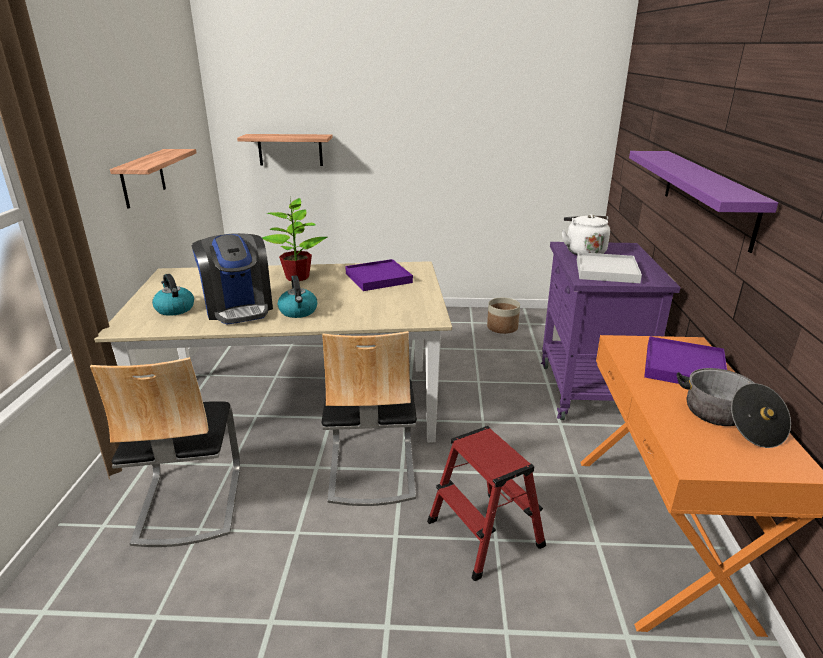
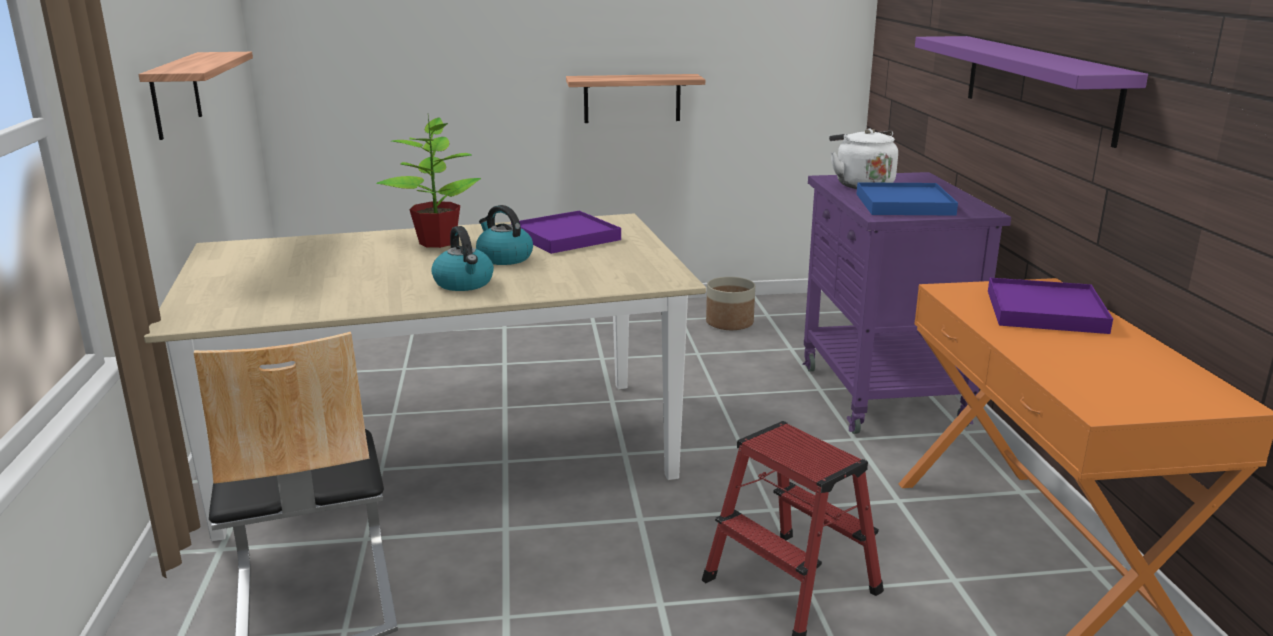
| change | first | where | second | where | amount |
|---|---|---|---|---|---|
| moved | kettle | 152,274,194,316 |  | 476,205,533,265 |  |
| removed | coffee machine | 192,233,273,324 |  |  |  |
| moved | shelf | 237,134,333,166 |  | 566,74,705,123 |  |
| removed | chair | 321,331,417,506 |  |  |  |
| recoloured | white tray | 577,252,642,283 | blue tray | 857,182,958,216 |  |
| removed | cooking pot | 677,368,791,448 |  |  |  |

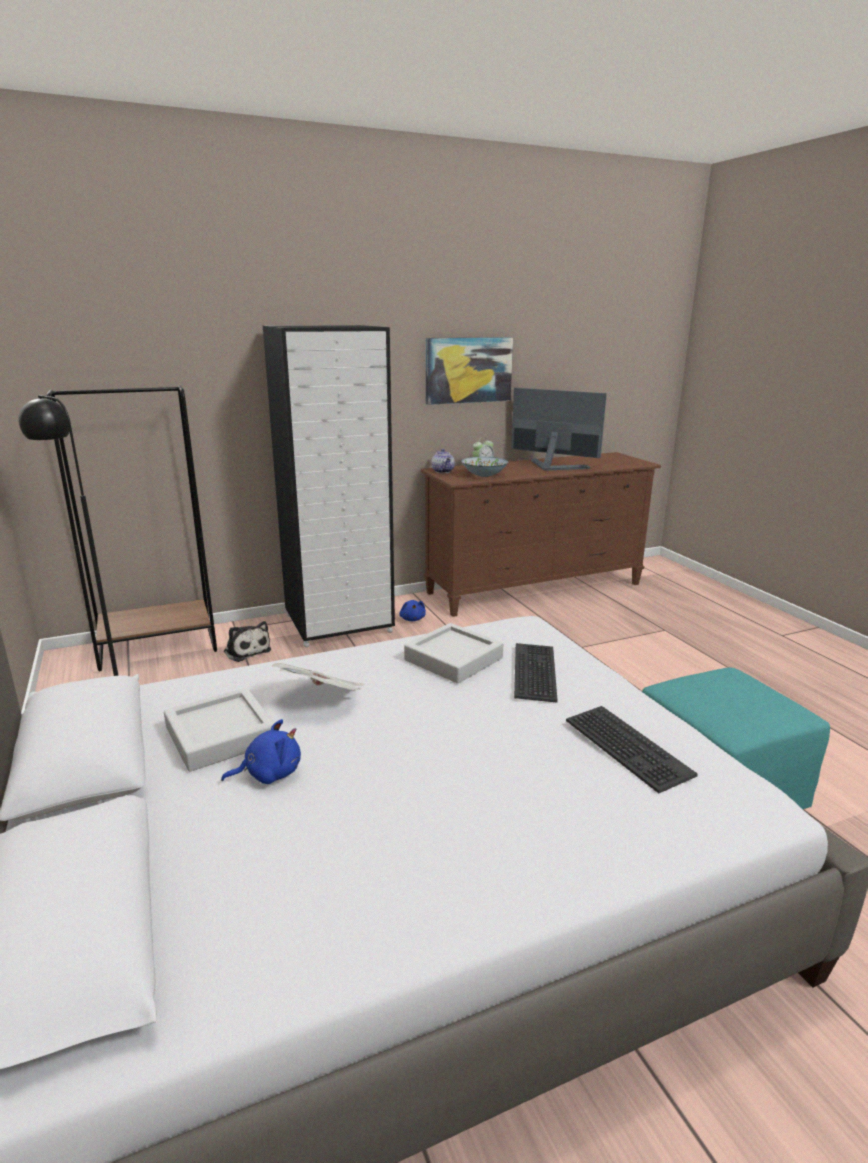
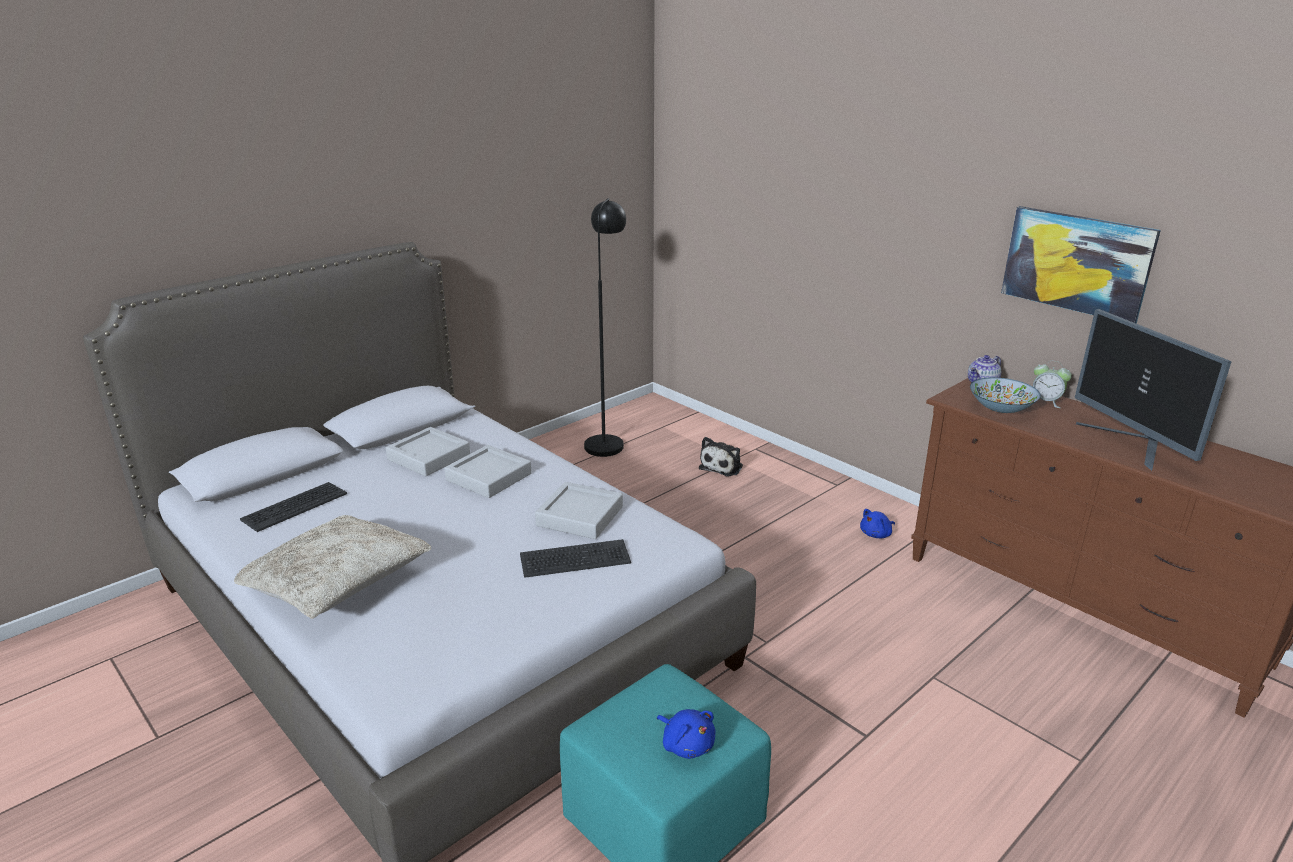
| change | first | where | second | where | amount |
|---|---|---|---|---|---|
| removed | clothes rack | 46,386,217,672 |  |  |  |
| moved | blue plush toy | 221,719,301,784 |  | 657,709,715,759 |  |
| removed | wardrobe | 263,325,395,647 |  |  |  |
| replaced | newspaper | 272,663,365,691 | grey tray | 444,445,531,498 |  |
| turned | monitor | 511,388,607,471 |  | 1075,309,1231,471 | 150 degrees clockwise |
| moved | keyboard | 566,706,698,793 |  | 240,482,347,532 |  |
| added |  |  | beige pillow | 234,515,431,619 |  |

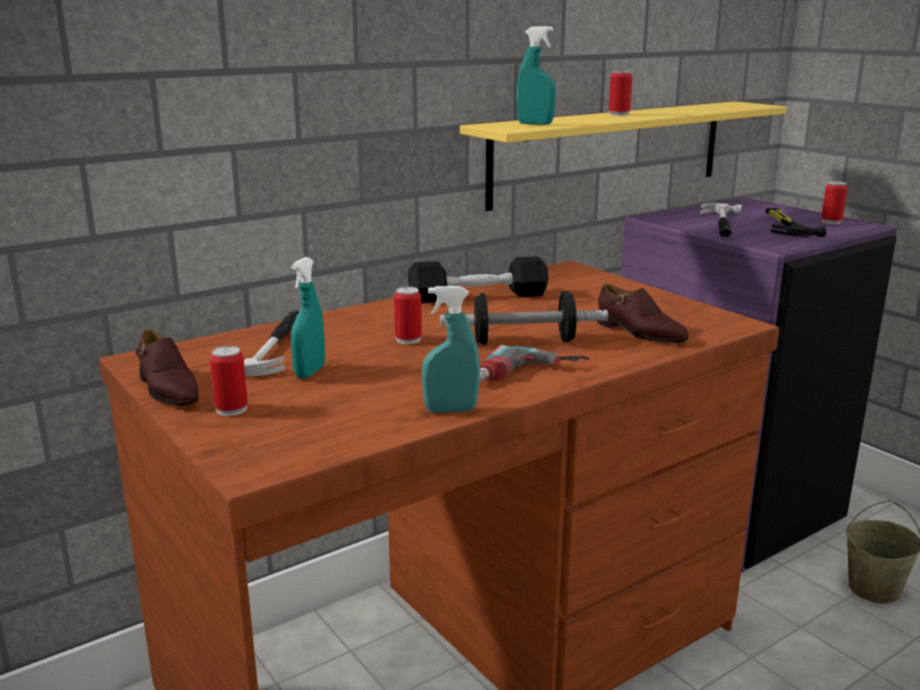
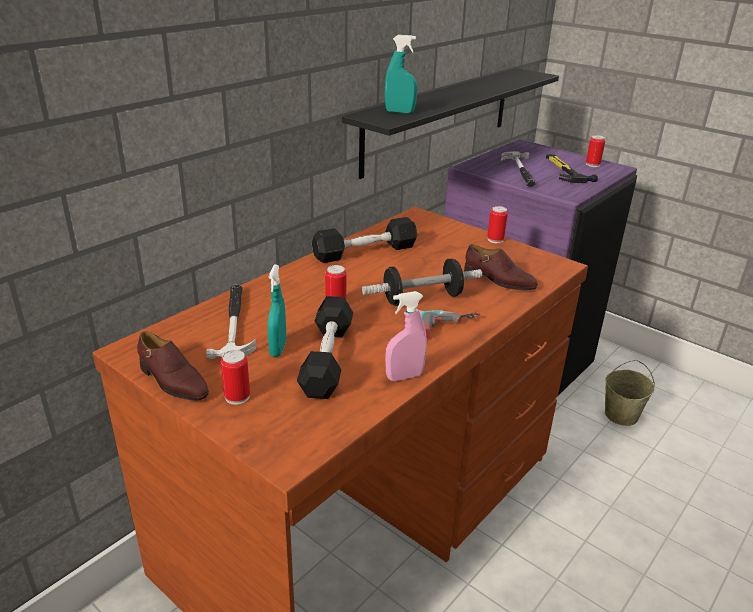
| change | first | where | second | where | amount |
|---|---|---|---|---|---|
| recoloured | turquoise spray bottle | 422,286,480,413 | pink spray bottle | 385,291,427,381 |  |
| recoloured | yellow shelf | 460,101,787,211 | black shelf | 342,68,559,179 |  |
| moved | can | 609,71,632,116 |  | 487,206,508,244 |  |
| added |  |  | black dumbbell | 297,296,353,399 |  |

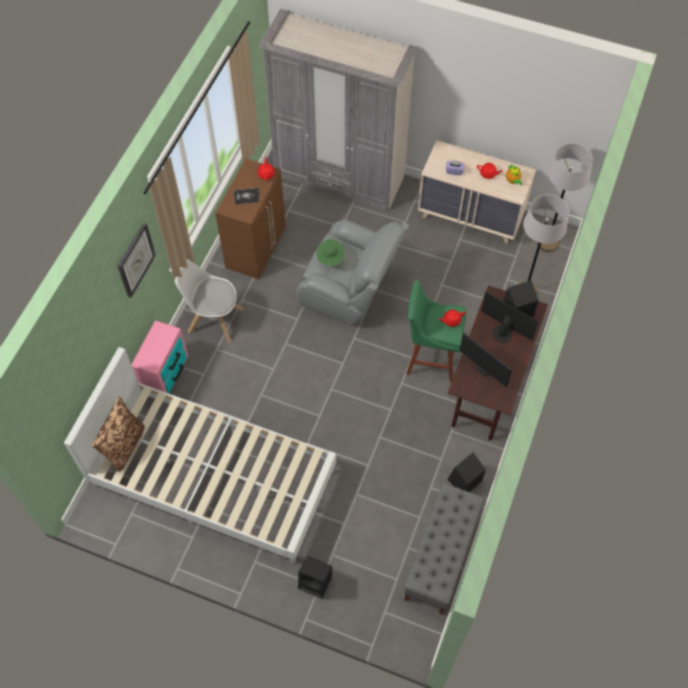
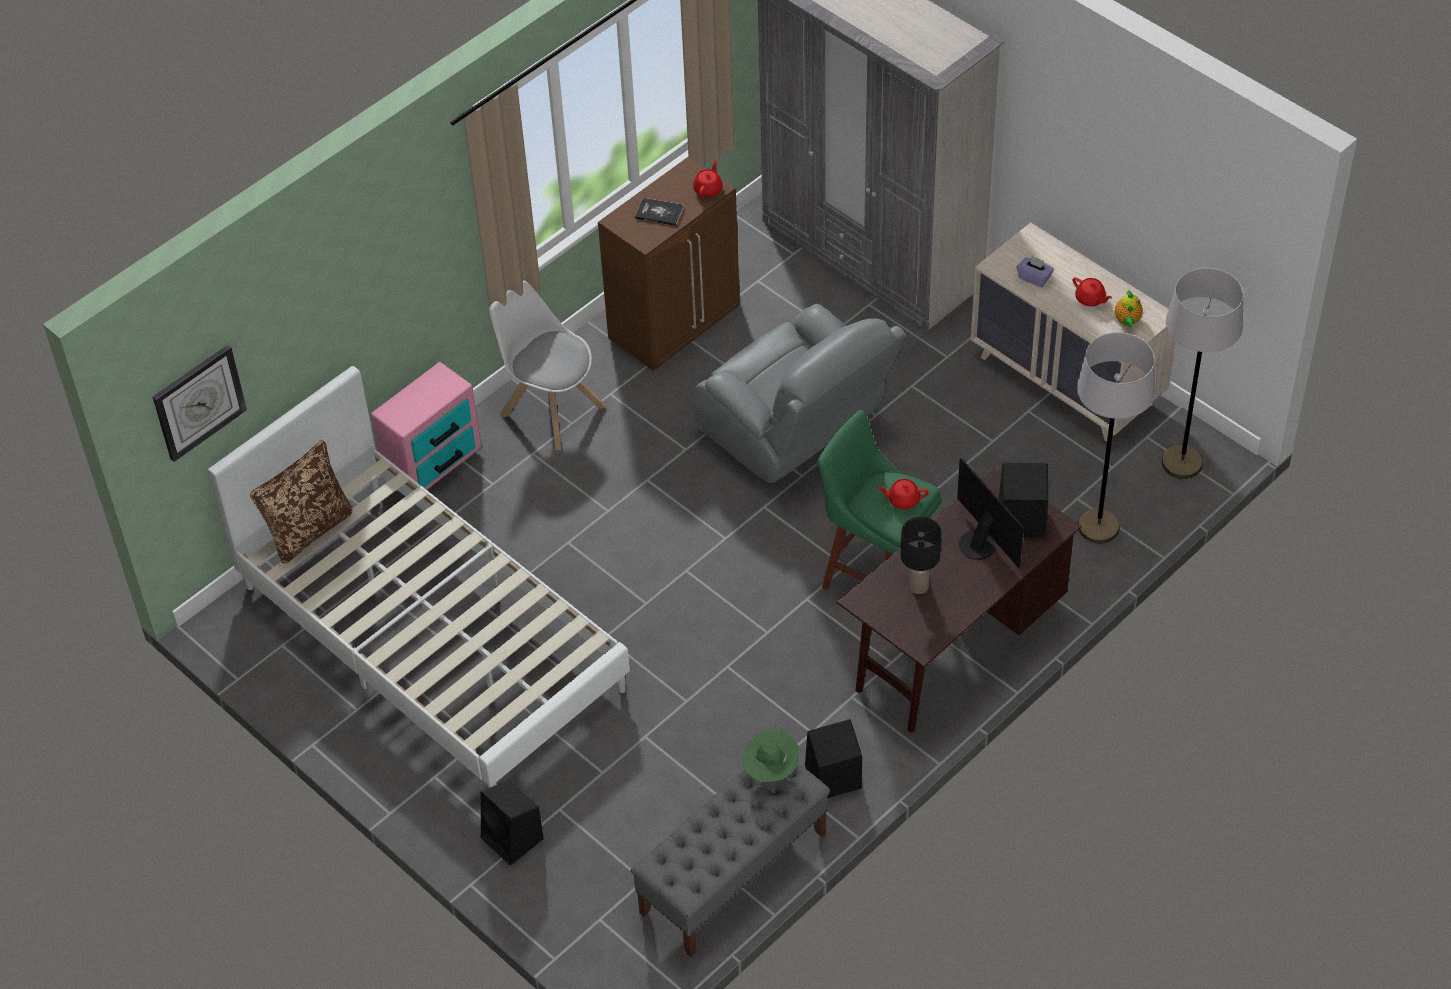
| change | first | where | second | where | amount |
|---|---|---|---|---|---|
| moved | wall clock | 118,223,156,298 |  | 153,345,247,462 |  |
| moved | green hat | 316,239,345,266 |  | 742,729,799,782 |  |
| replaced | monitor | 460,332,512,387 | black table lamp | 901,517,941,594 |  |

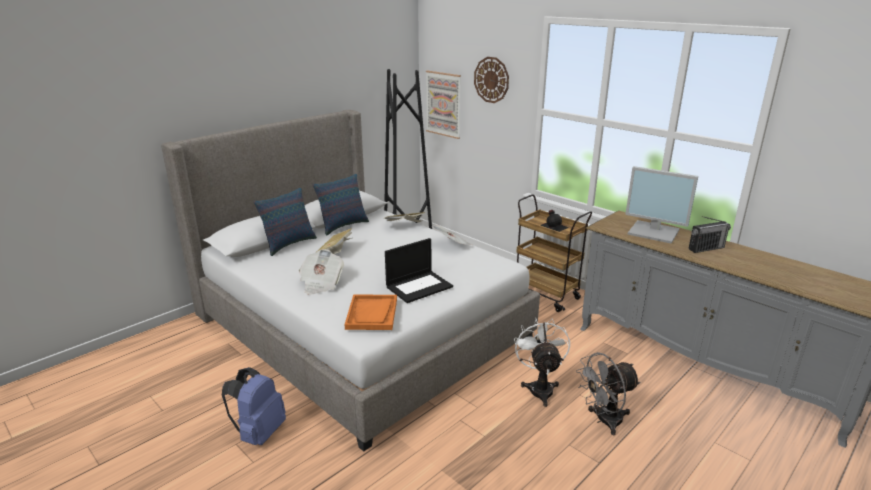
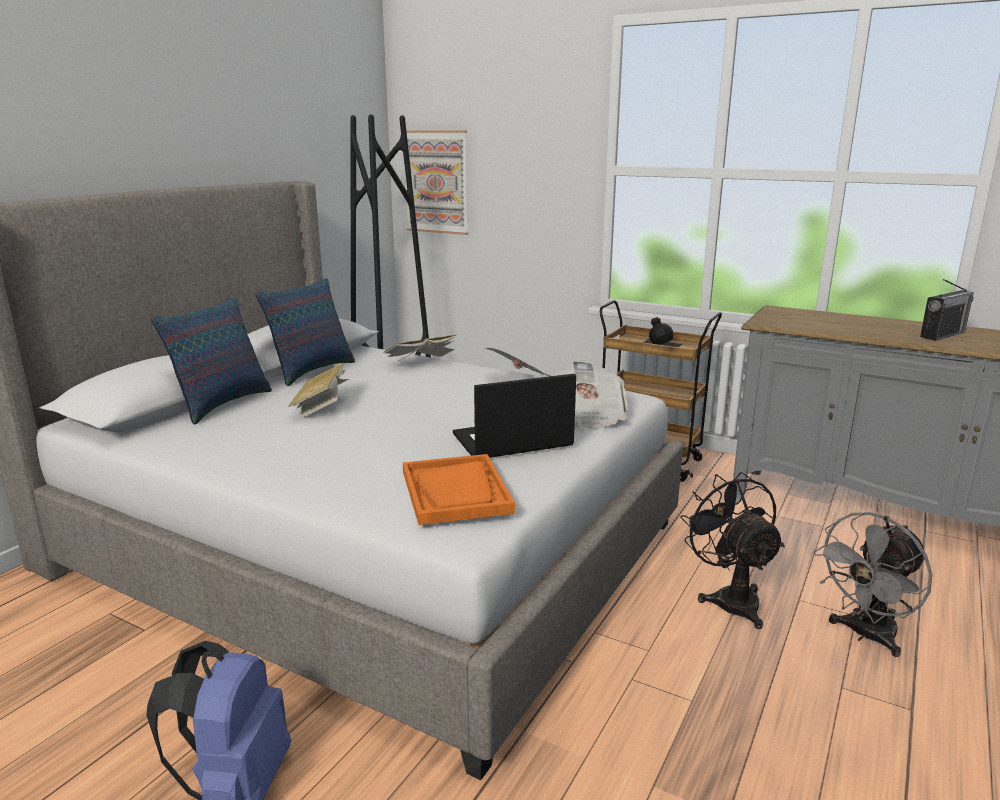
| change | first | where | second | where | amount |
|---|---|---|---|---|---|
| moved | newspaper | 299,249,344,294 |  | 554,360,628,431 |  |
| turned | laptop | 385,238,453,303 |  | 453,374,576,458 | 150 degrees counterclockwise |
| removed | wall clock | 474,57,509,103 |  |  |  |
| recoloured | white fan | 514,319,570,407 | black fan | 680,472,785,629 |  |
| removed | monitor | 625,166,698,244 |  |  |  |

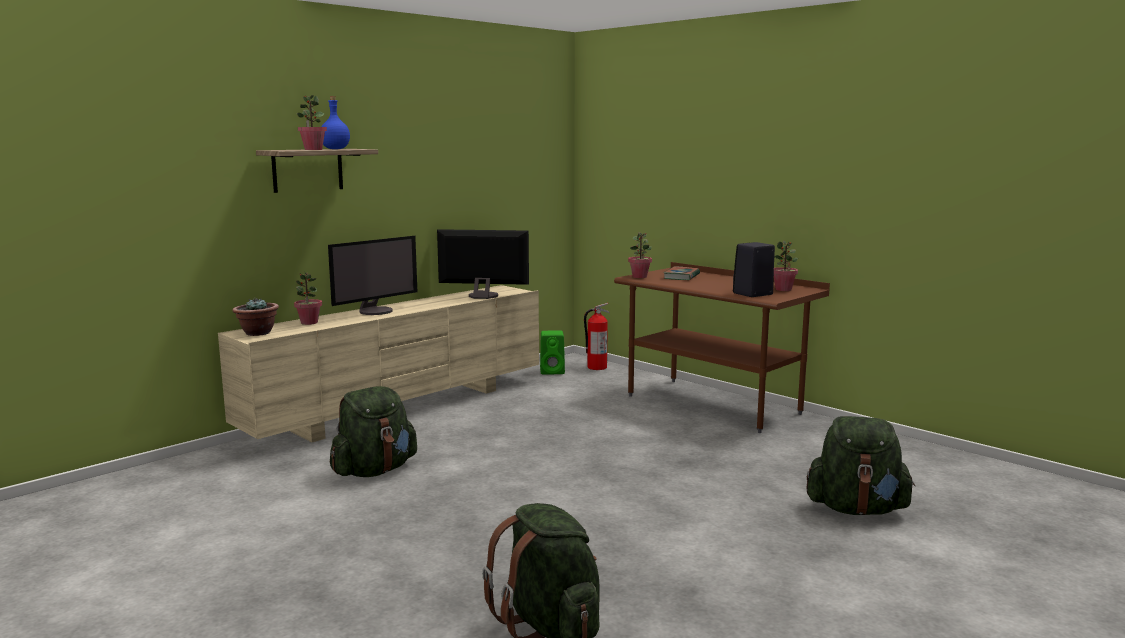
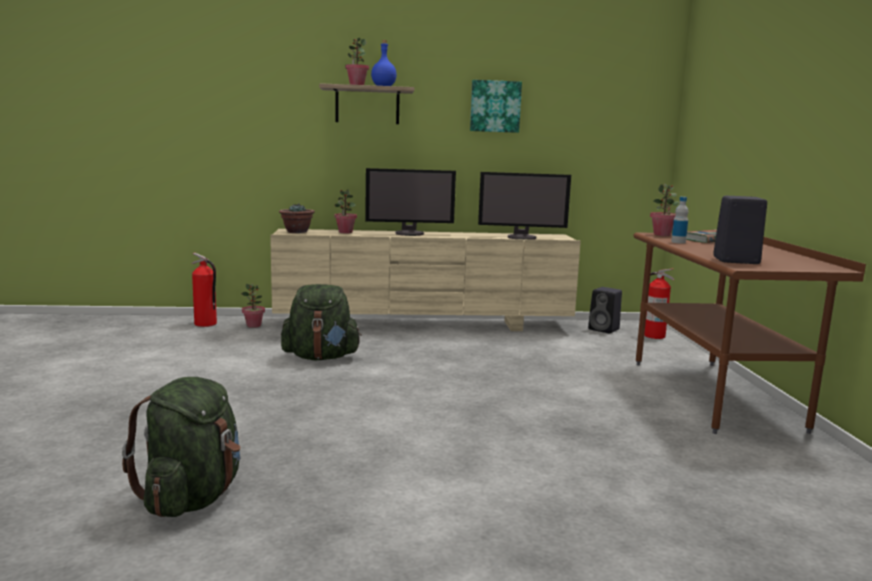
| change | first | where | second | where | amount |
|---|---|---|---|---|---|
| turned | monitor | 437,229,529,299 |  | 478,172,571,240 | 135 degrees clockwise |
| recoloured | green speaker | 540,330,565,375 | black speaker | 588,287,622,333 |  |
| moved | potted plant | 774,241,798,291 |  | 241,284,265,328 |  |
| removed | green backpack | 806,416,915,515 |  |  |  |
| added |  |  | fire extinguisher | 192,253,217,327 |  |
| added |  |  | picture | 470,80,522,133 |  |
| added |  |  | bottle | 671,197,688,244 |  |

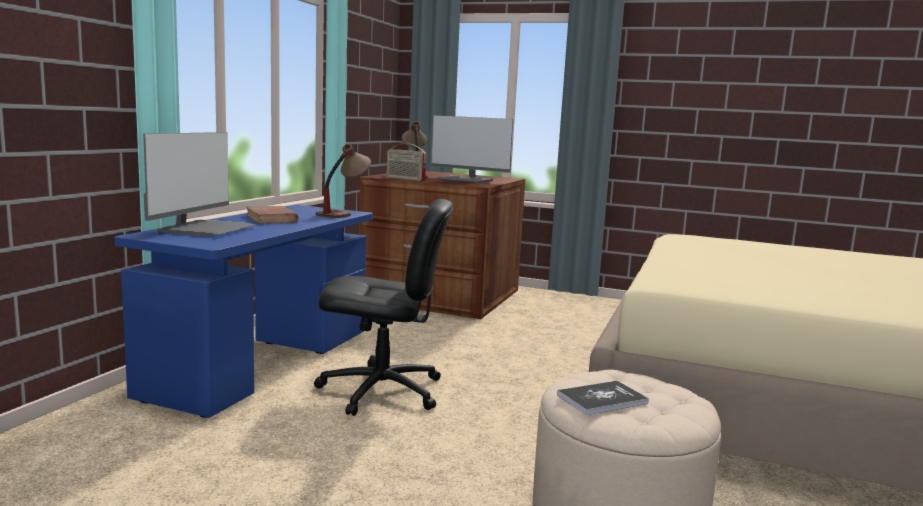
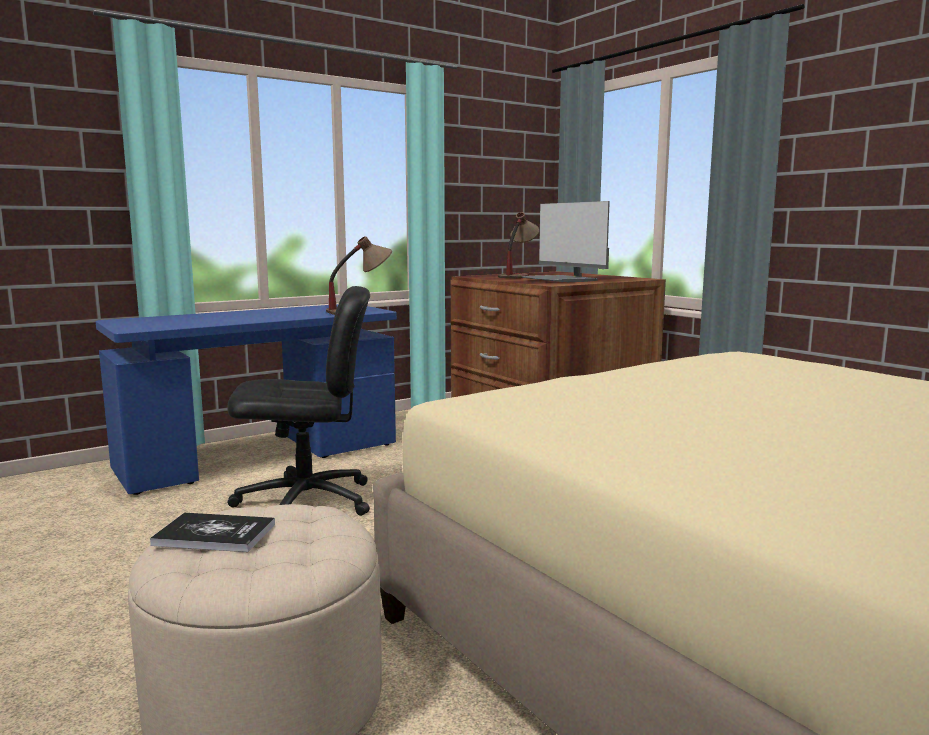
| change | first | where | second | where | amount |
|---|---|---|---|---|---|
| removed | monitor | 143,132,255,236 |  |  |  |
| removed | brown book | 246,206,299,224 |  |  |  |
| turned | black office chair | 314,199,453,416 |  | 227,286,370,516 | 45 degrees counterclockwise |
| removed | radio | 387,143,426,181 |  |  |  |

